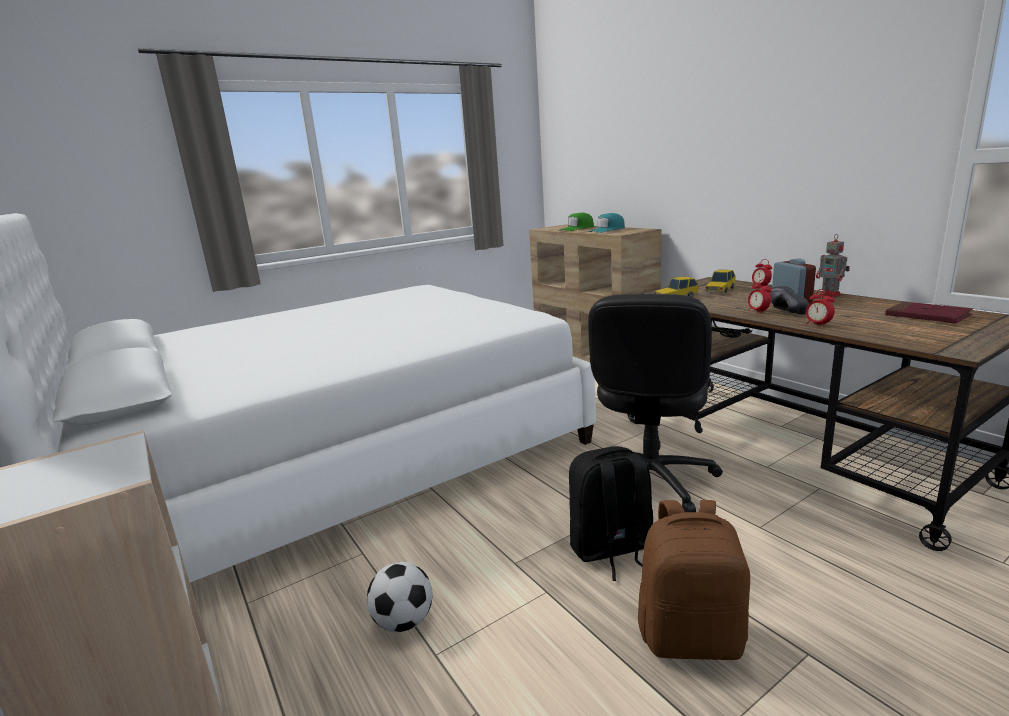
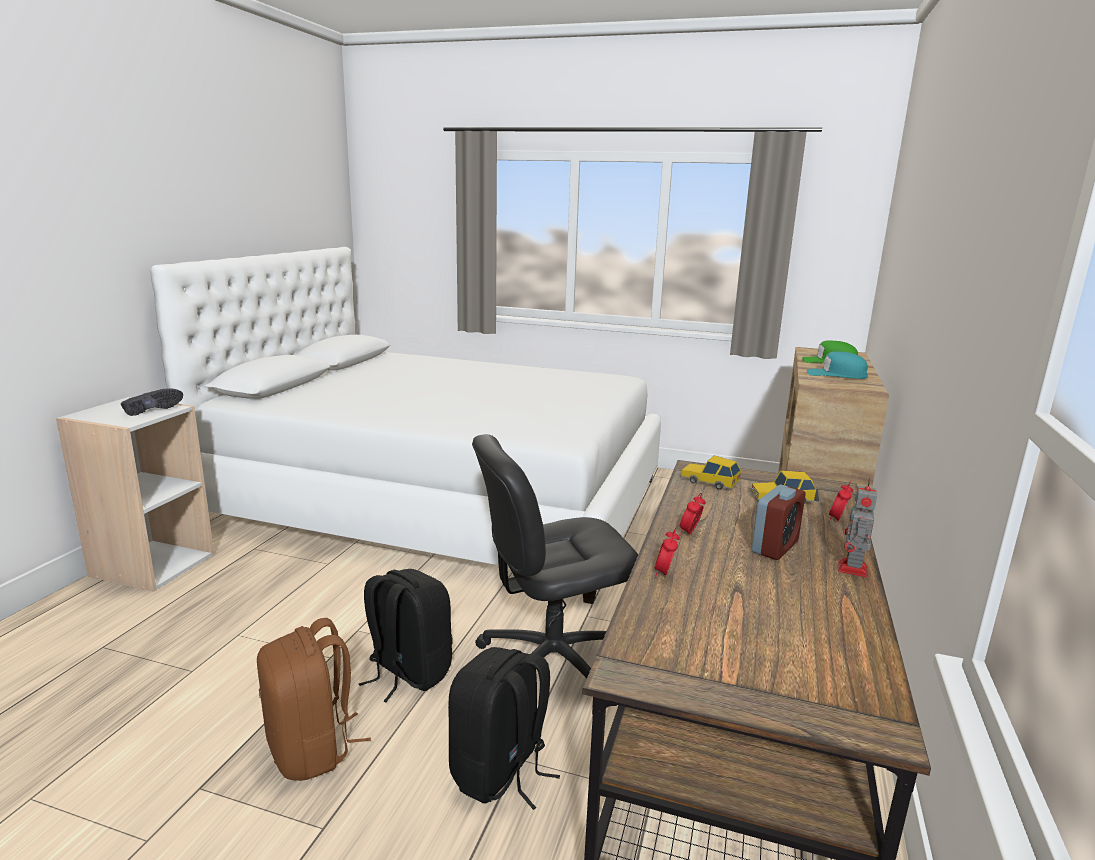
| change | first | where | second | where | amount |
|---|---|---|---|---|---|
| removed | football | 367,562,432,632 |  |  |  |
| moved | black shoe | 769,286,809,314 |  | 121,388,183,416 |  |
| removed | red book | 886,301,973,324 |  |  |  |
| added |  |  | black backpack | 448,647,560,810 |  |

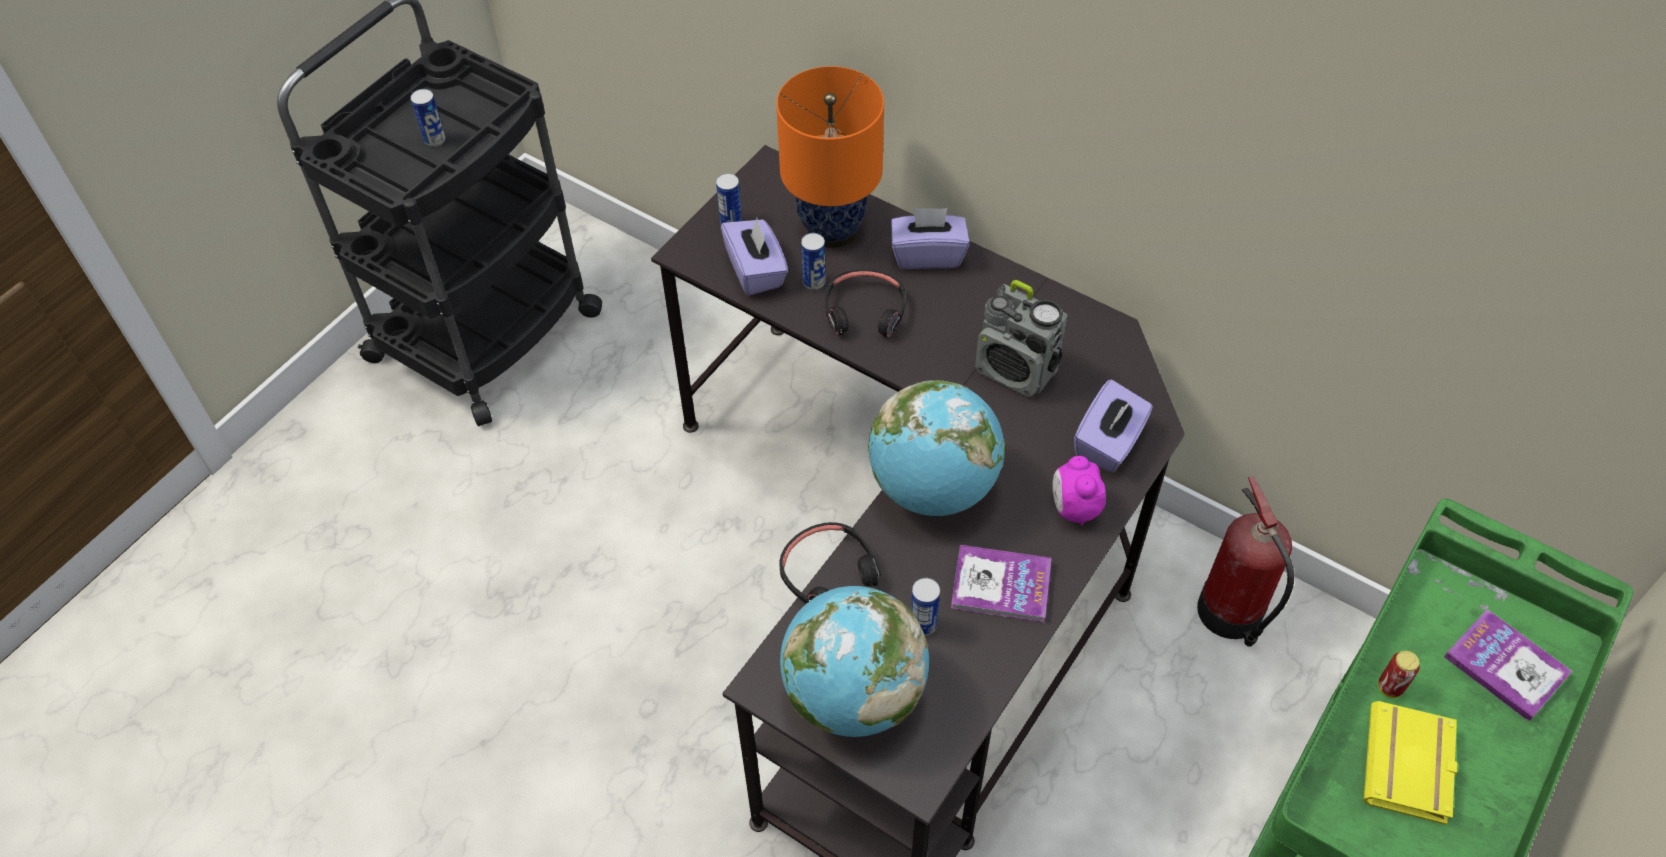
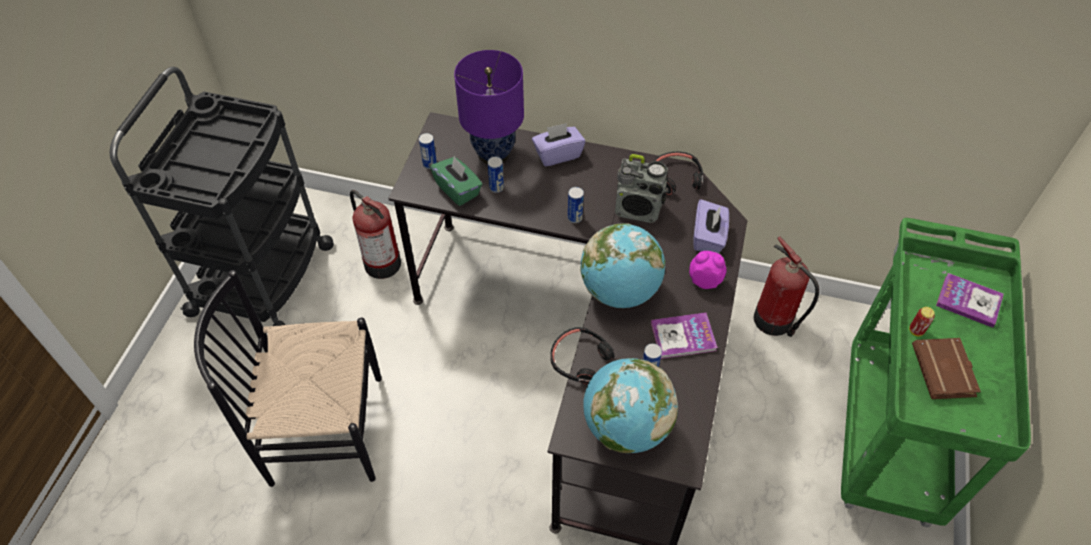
| change | first | where | second | where | amount |
|---|---|---|---|---|---|
| moved | can | 410,89,446,147 |  | 568,187,584,223 |  |
| recoloured | purple tissue box | 721,218,788,296 | green tissue box | 430,156,483,206 |  |
| recoloured | orange table lamp | 776,66,884,248 | purple table lamp | 454,50,524,164 |  |
| moved | black headphones | 825,269,906,338 |  | 654,152,704,196 |  |
| turned | alarm clock | 1052,456,1106,526 |  | 689,251,727,289 | 135 degrees clockwise |
| recoloured | yellow book | 1363,701,1458,825 | brown book | 912,338,981,399 |  |
| added |  |  | black chair | 194,270,382,487 |  |
| added |  |  | fire extinguisher | 350,190,401,279 |  |

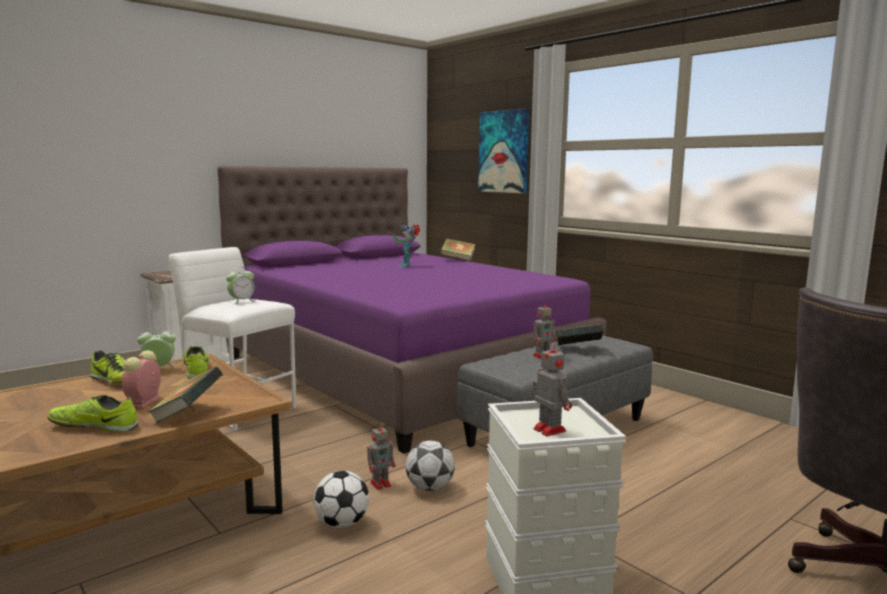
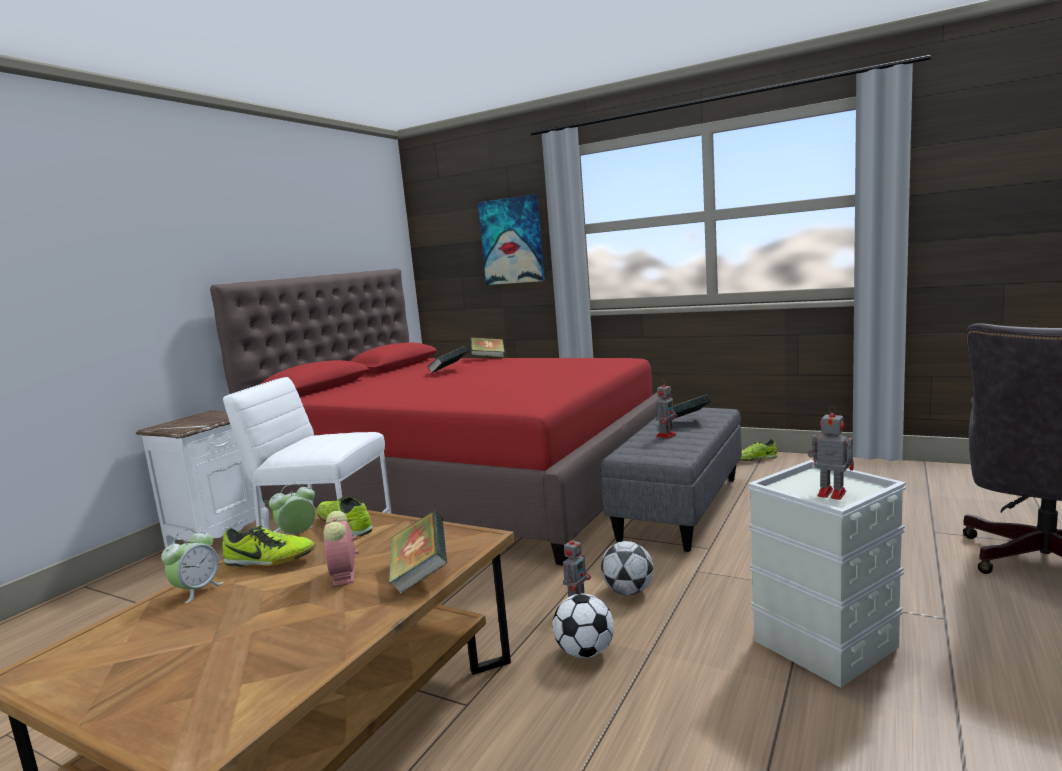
| change | first | where | second | where | amount |
|---|---|---|---|---|---|
| moved | shoe | 47,395,138,433 |  | 740,439,777,461 |  |
| recoloured | purple bed | 217,166,607,454 | red bed | 210,269,661,566 |  |
| moved | alarm clock | 226,267,255,304 |  | 161,529,224,604 |  |
| replaced | toy robot | 394,224,420,267 | book | 428,346,468,374 |  |

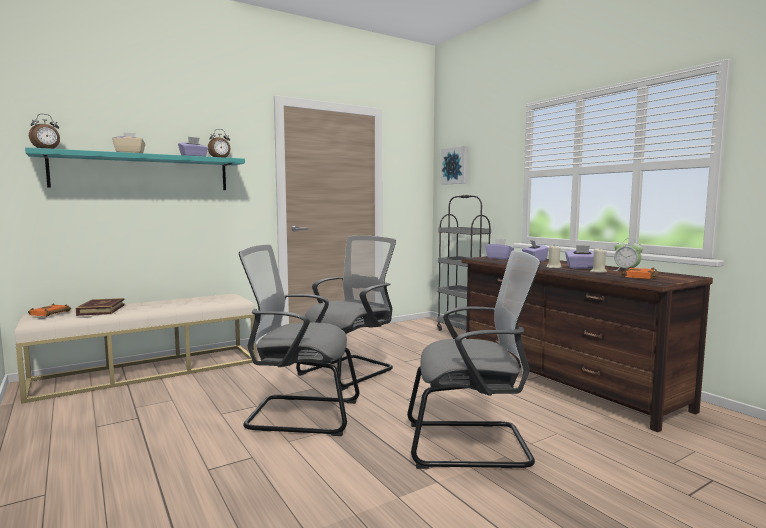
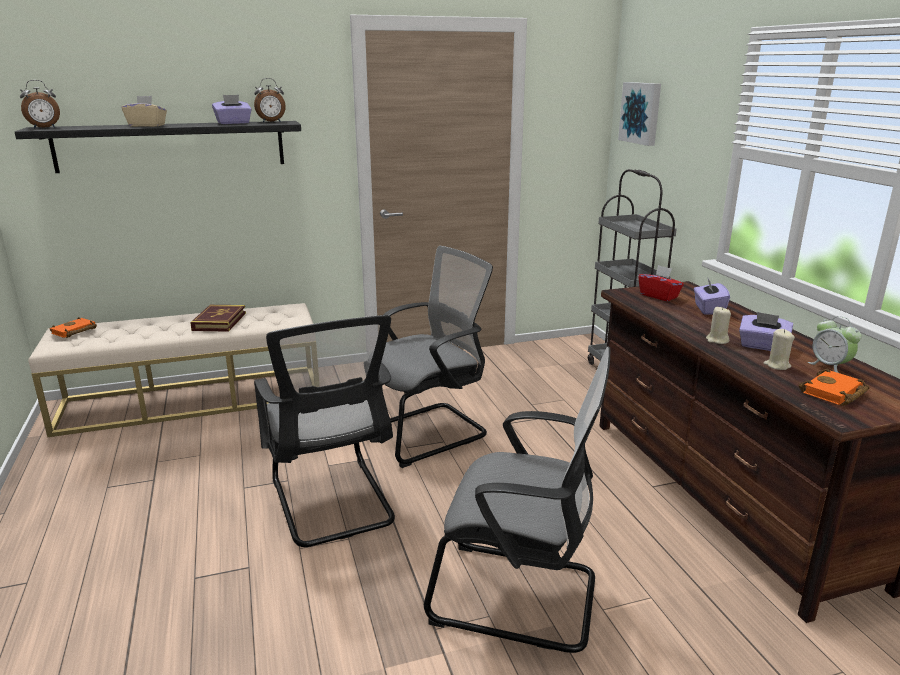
| change | first | where | second | where | amount |
|---|---|---|---|---|---|
| recoloured | turquoise shelf | 25,147,245,190 | black shelf | 15,121,301,173 |  |
| moved | book | 76,298,125,316 |  | 190,305,246,332 |  |
| turned | chair | 239,244,360,436 |  | 254,315,395,547 | 135 degrees counterclockwise |
| recoloured | purple tissue box | 485,239,514,259 | red tissue box | 638,265,684,301 |  |

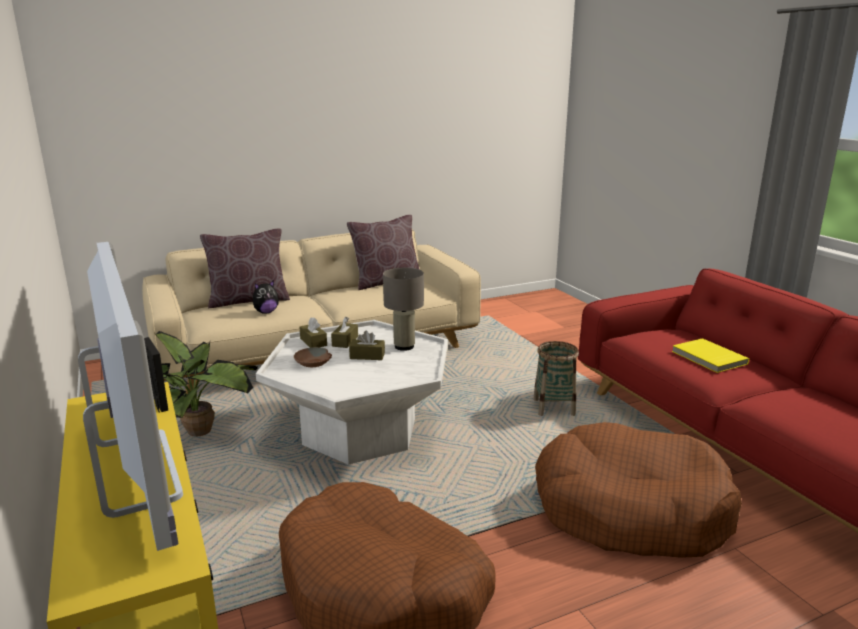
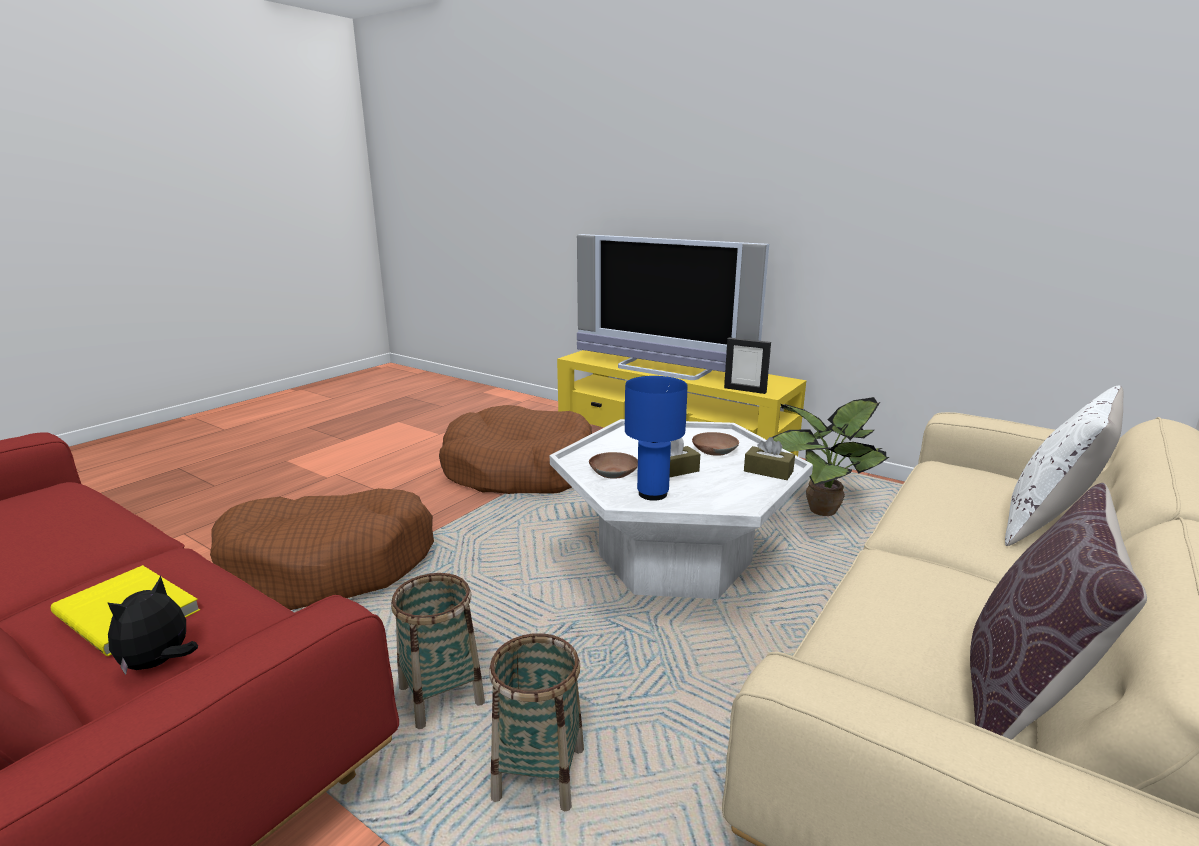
| change | first | where | second | where | amount |
|---|---|---|---|---|---|
| recoloured | brown pillow | 200,229,290,309 | white pillow | 1005,386,1124,546 |  |
| moved | plush toy | 253,280,279,314 |  | 108,576,198,675 |  |
| removed | brown tissue box | 331,317,358,348 |  |  |  |
| recoloured | grey table lamp | 383,268,424,351 | blue table lamp | 625,376,687,501 |  |
| added |  |  | basket | 489,633,584,811 |  |
| added |  |  | brown bowl | 589,452,638,479 |  |

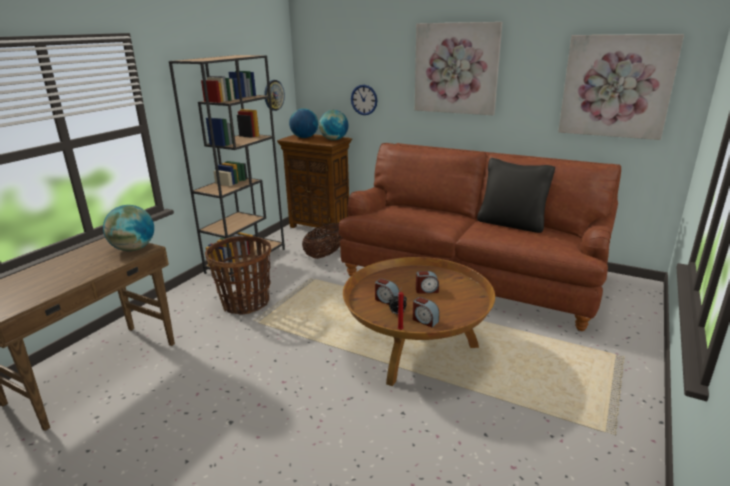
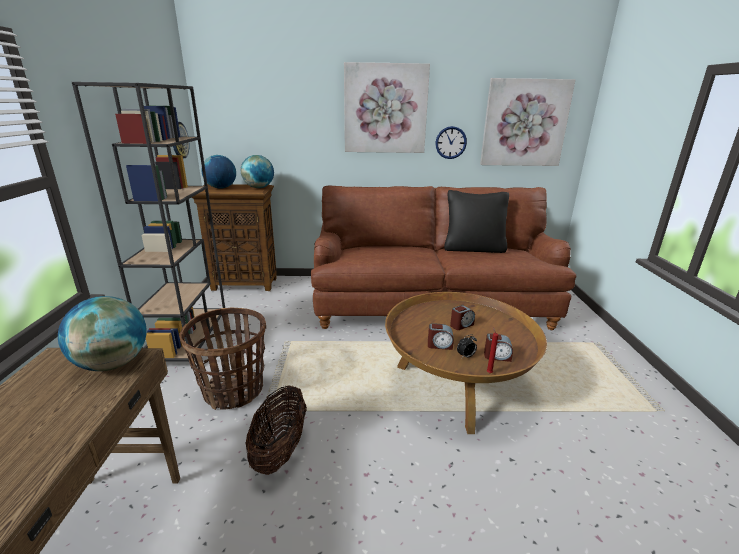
| change | first | where | second | where | amount |
|---|---|---|---|---|---|
| moved | basket | 302,223,344,259 |  | 245,386,307,475 |  |
| moved | wall clock | 351,85,377,115 |  | 435,126,467,159 |  |

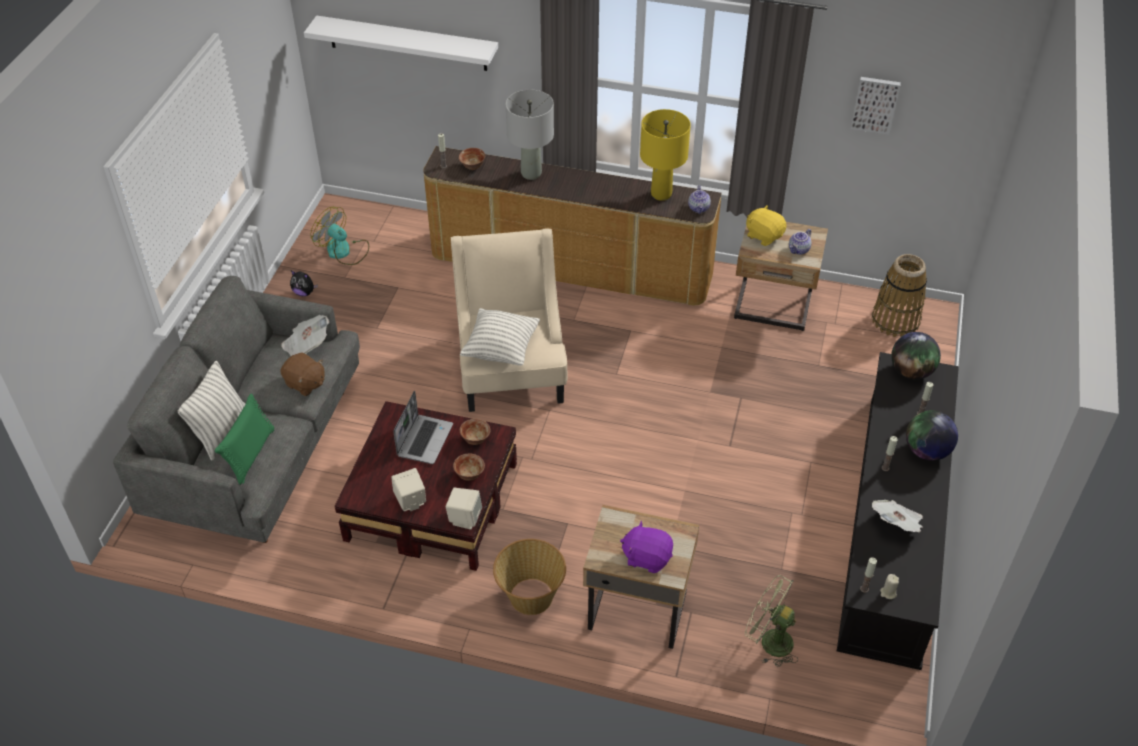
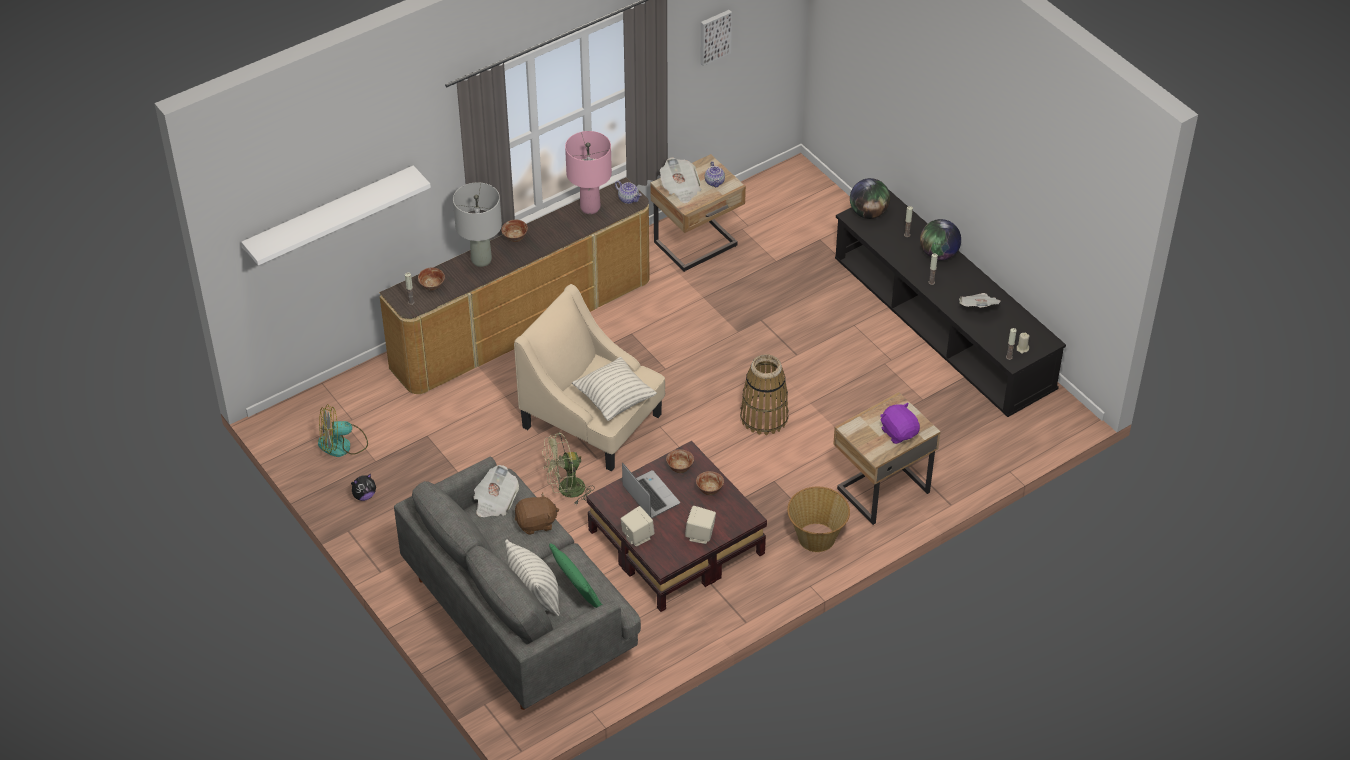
| change | first | where | second | where | amount |
|---|---|---|---|---|---|
| moved | beige speaker | 446,488,482,530 |  | 621,506,655,546 |  |
| turned | purple plush toy | 620,521,673,573 |  | 880,403,920,444 | 90 degrees clockwise |
| recoloured | yellow table lamp | 640,109,691,201 | pink table lamp | 565,131,612,214 |  |
| moved | green fan | 745,575,798,667 |  | 542,432,595,505 |  |
| replaced | yellow plush toy | 746,205,787,246 | newspaper | 660,157,702,204 |  |
| moved | basket | 872,254,927,337 |  | 740,354,789,435 |  |
| added |  |  | bowl | 501,220,528,242 |  |

